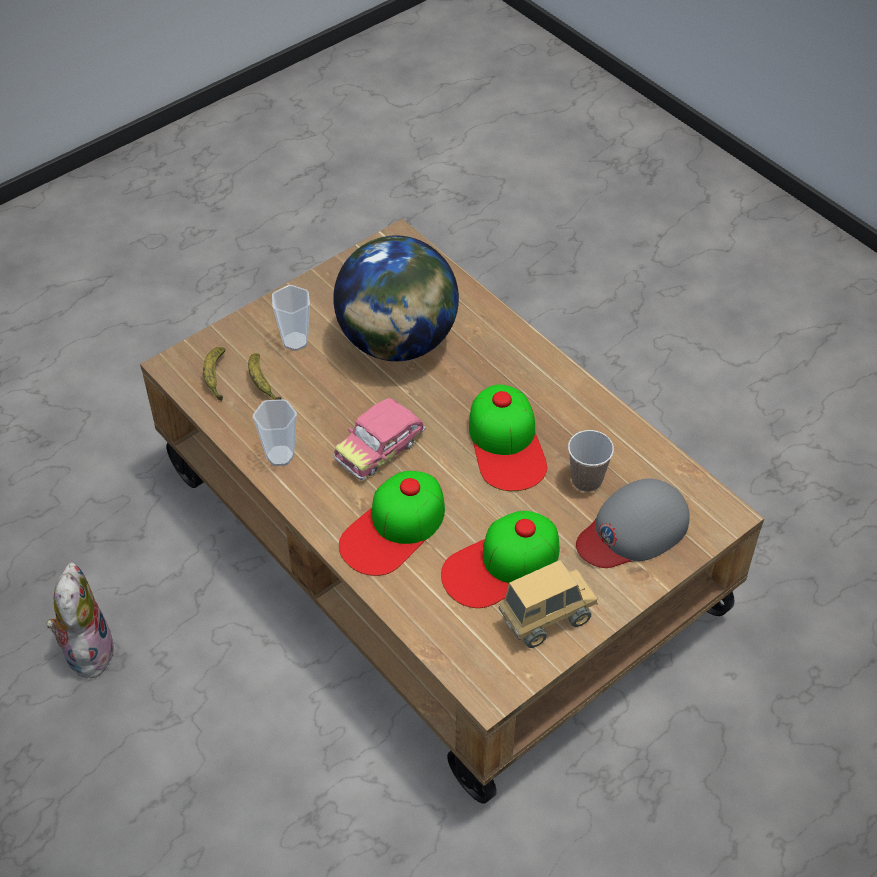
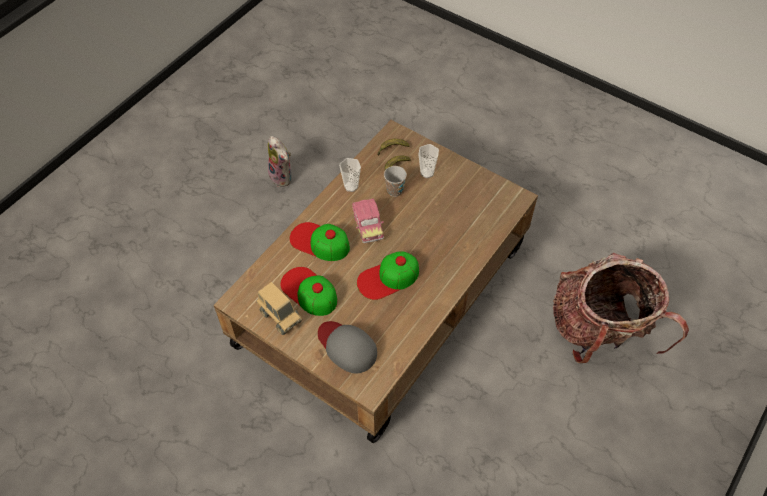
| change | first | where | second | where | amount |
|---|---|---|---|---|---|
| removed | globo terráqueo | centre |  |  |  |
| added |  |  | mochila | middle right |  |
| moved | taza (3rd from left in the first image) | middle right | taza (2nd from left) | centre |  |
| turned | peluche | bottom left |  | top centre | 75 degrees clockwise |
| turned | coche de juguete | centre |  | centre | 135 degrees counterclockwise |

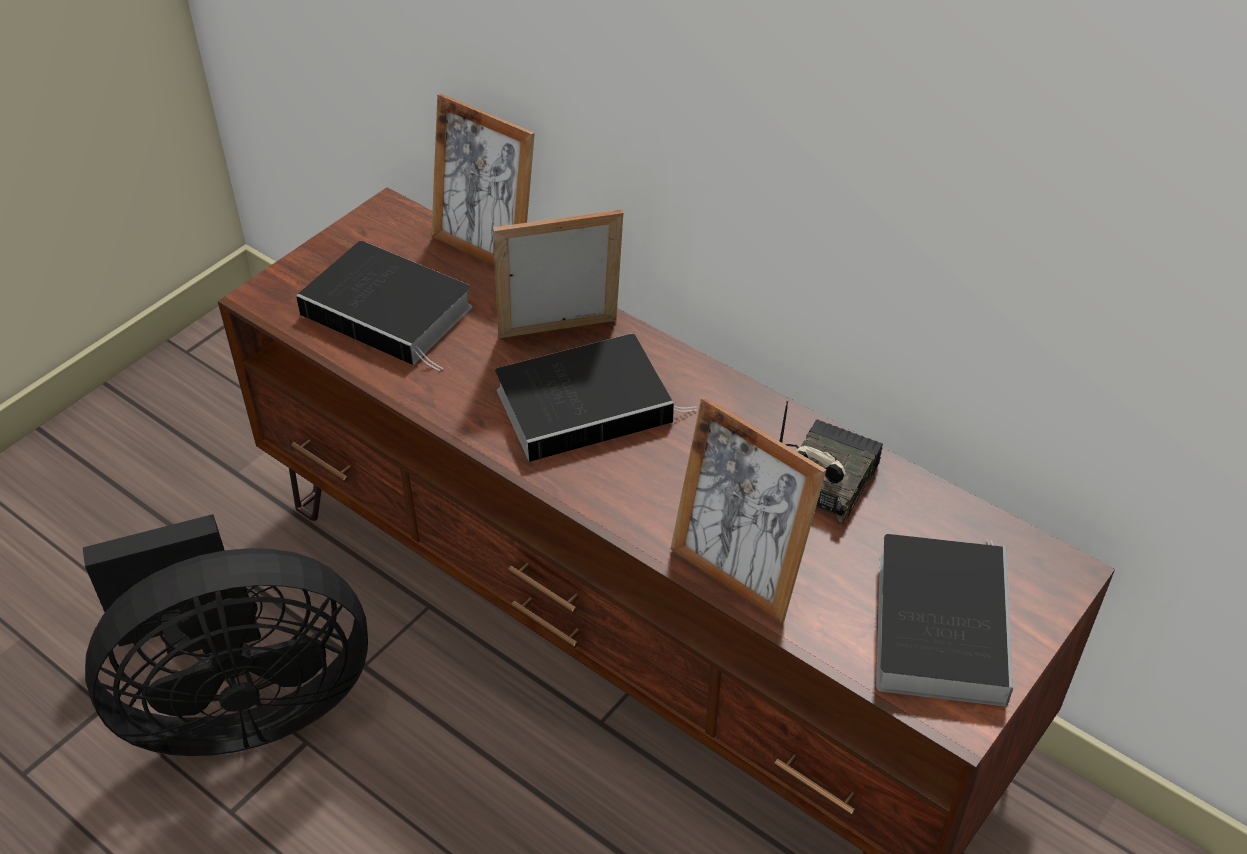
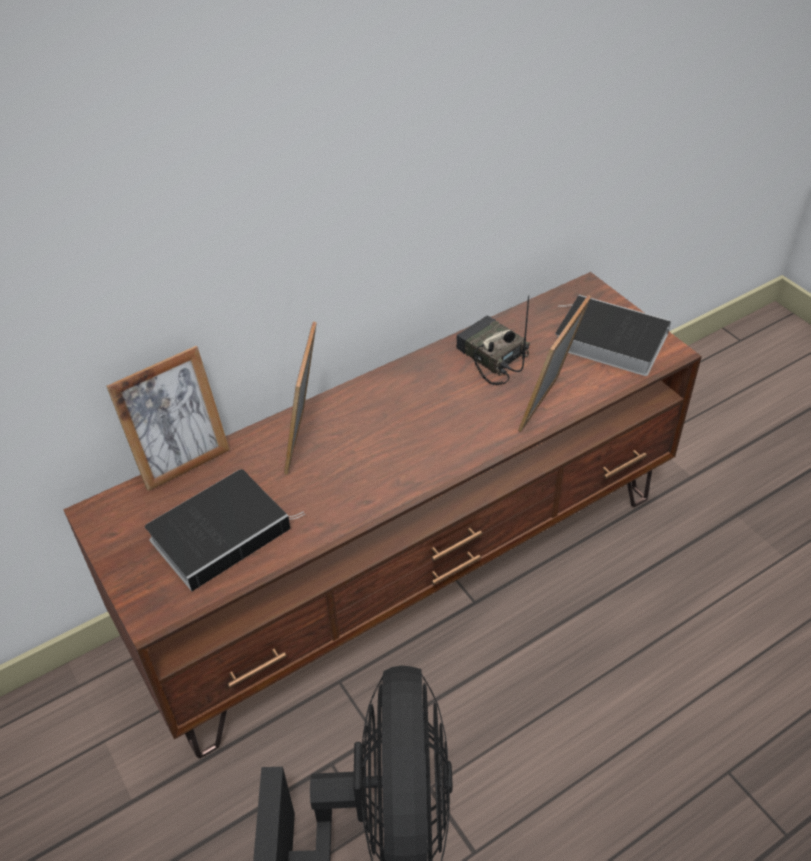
| change | first | where | second | where | amount |
|---|---|---|---|---|---|
| removed | libro (2nd from left) | centre |  |  |  |
| turned | portarretratos (3rd from left) | centre |  | middle right | 150 degrees clockwise |

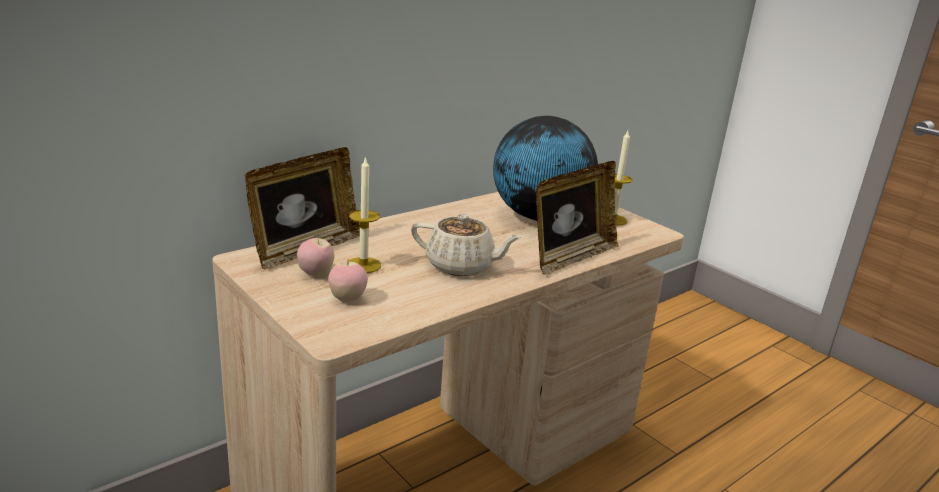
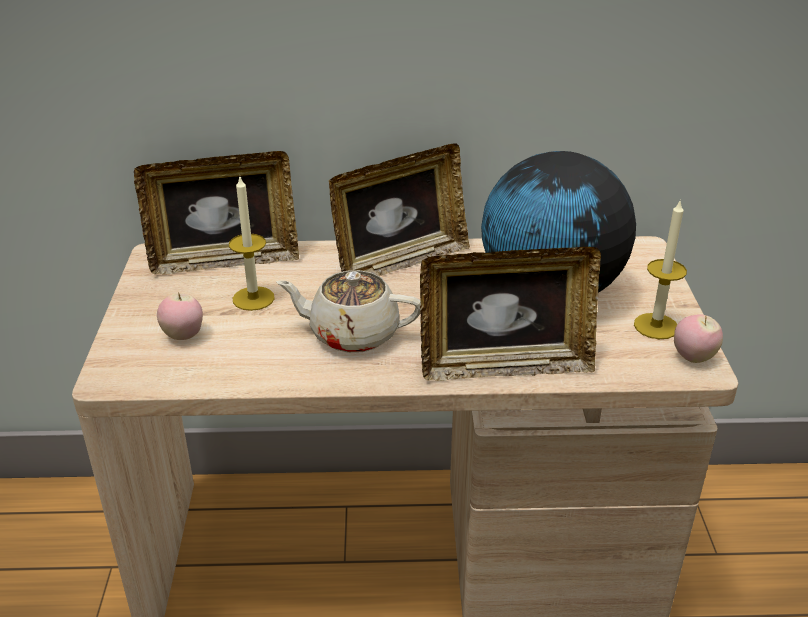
| change | first | where | second | where | amount |
|---|---|---|---|---|---|
| added |  |  | portarretratos (2nd from left) | centre |  |
| moved | manzana (1st from left in the first image) | centre | manzana (2nd from left) | middle right |  |
| turned | tetera (beis) | centre |  | centre | 135 degrees clockwise |

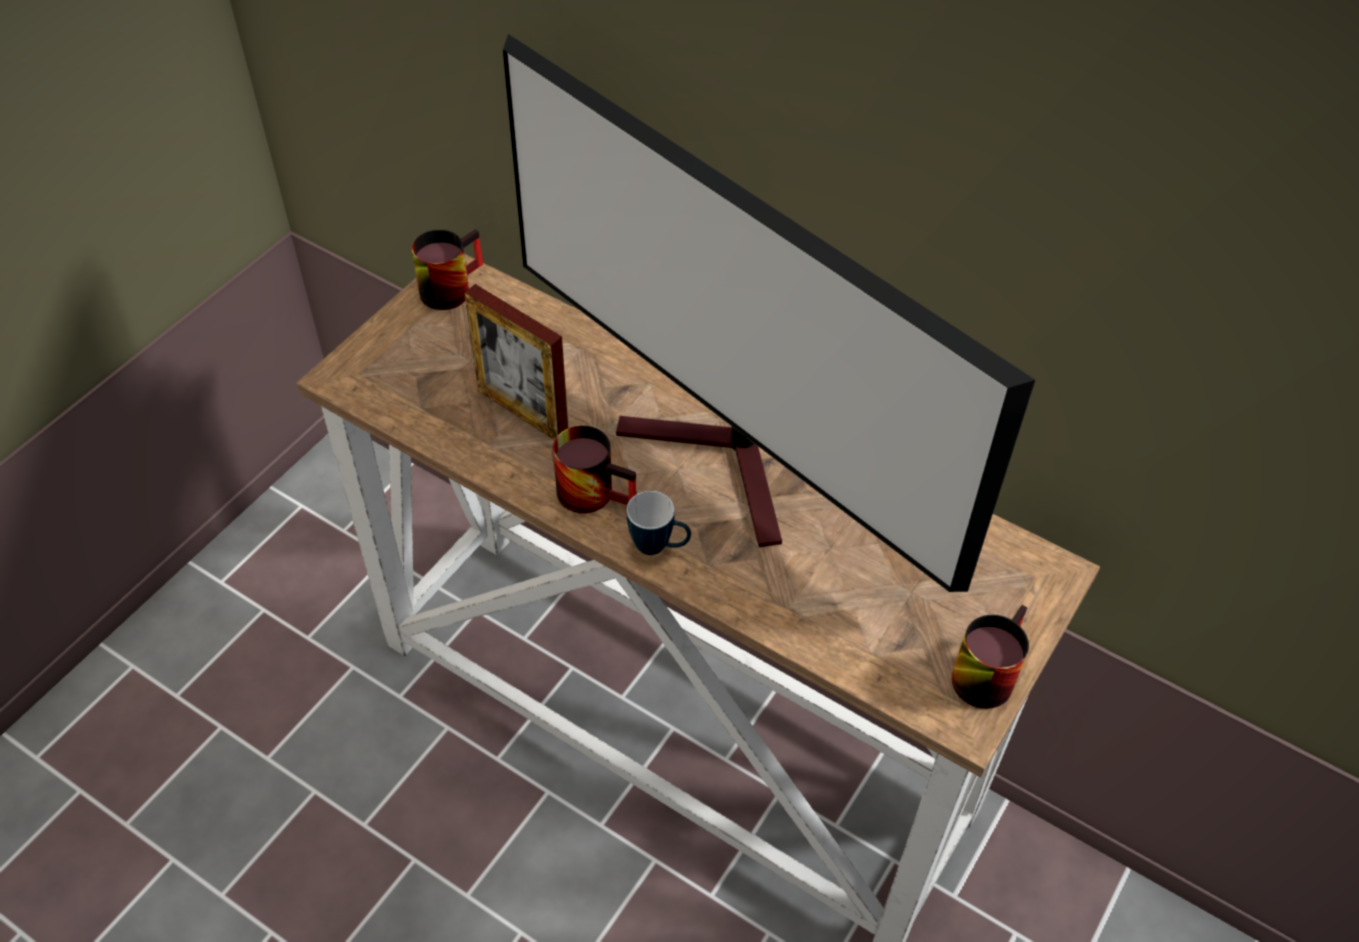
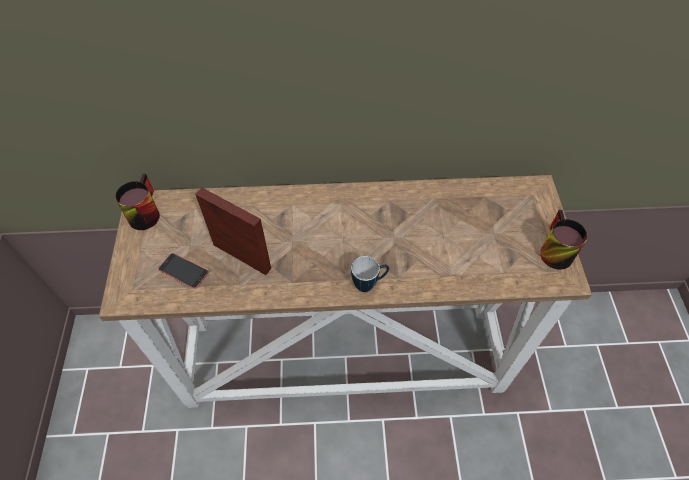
| change | first | where | second | where | amount |
|---|---|---|---|---|---|
| removed | televisor | top centre |  |  |  |
| removed | taza grande (2nd from left) | centre |  |  |  |
| added |  |  | móvil | middle left |  |
| turned | portarretratos | centre |  | centre | 150 degrees counterclockwise |

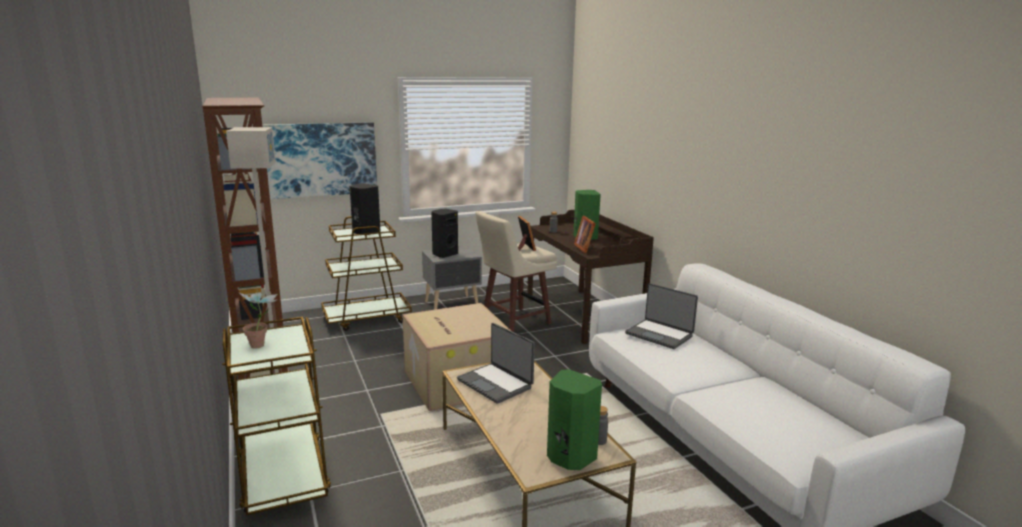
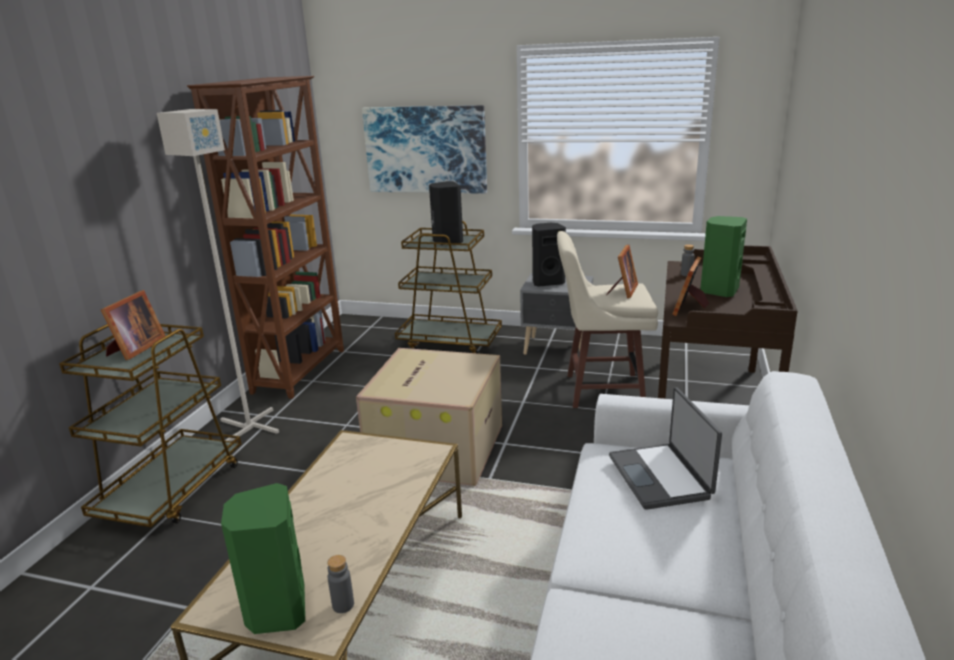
| change | first | where | second | where | amount |
|---|---|---|---|---|---|
| removed | portátil (1st from left) | bottom centre |  |  |  |
| replaced | planta en maceta | middle left | portarretratos (1st from left) | middle left |  |

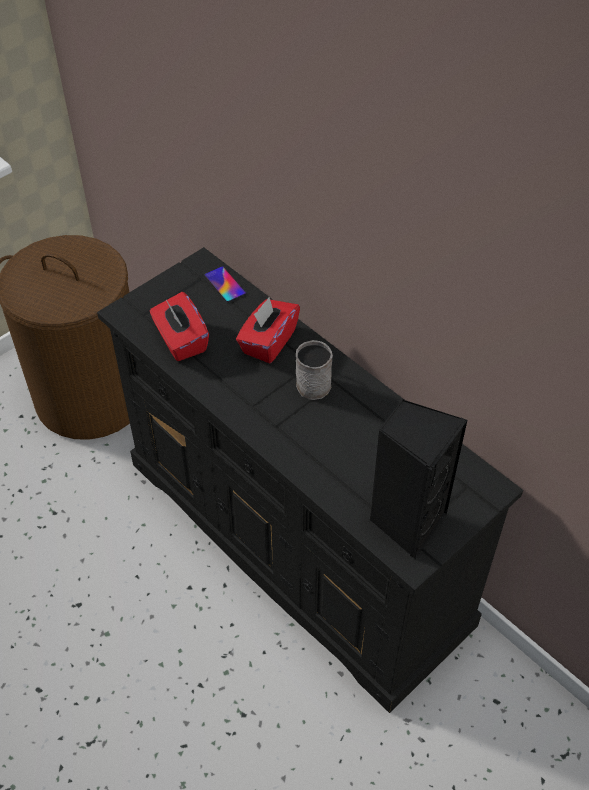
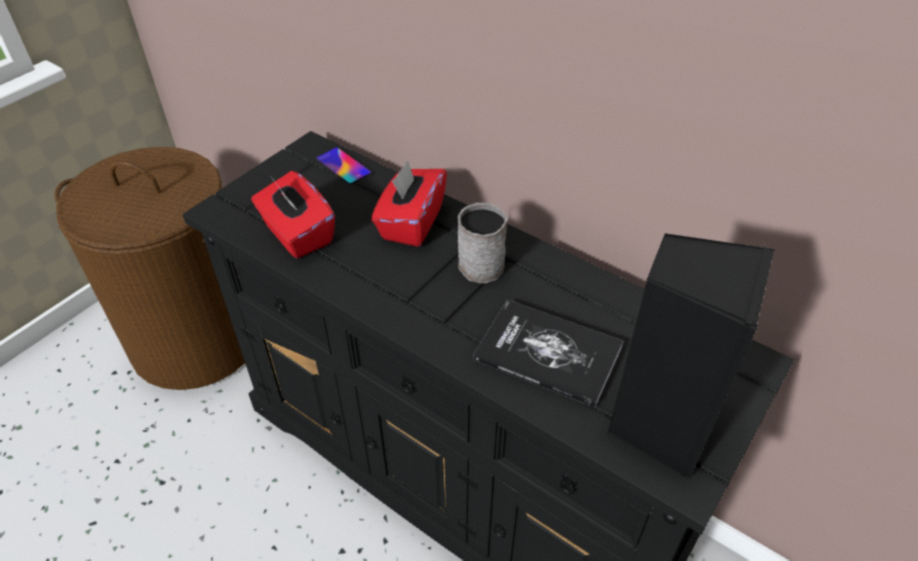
| change | first | where | second | where | amount |
|---|---|---|---|---|---|
| added |  |  | libro | centre |  |

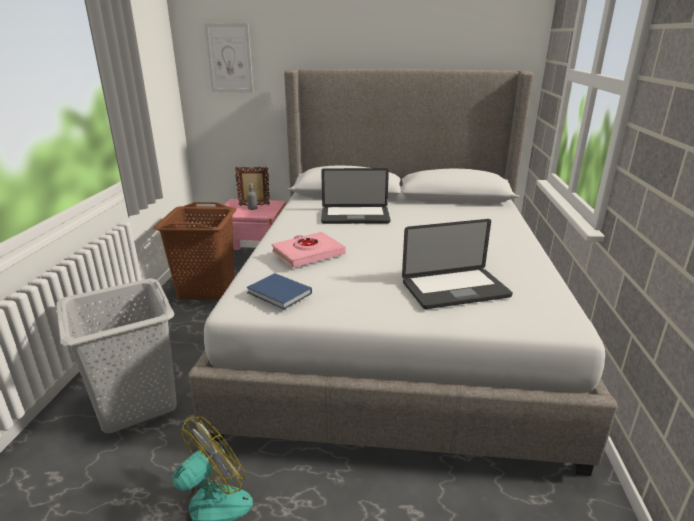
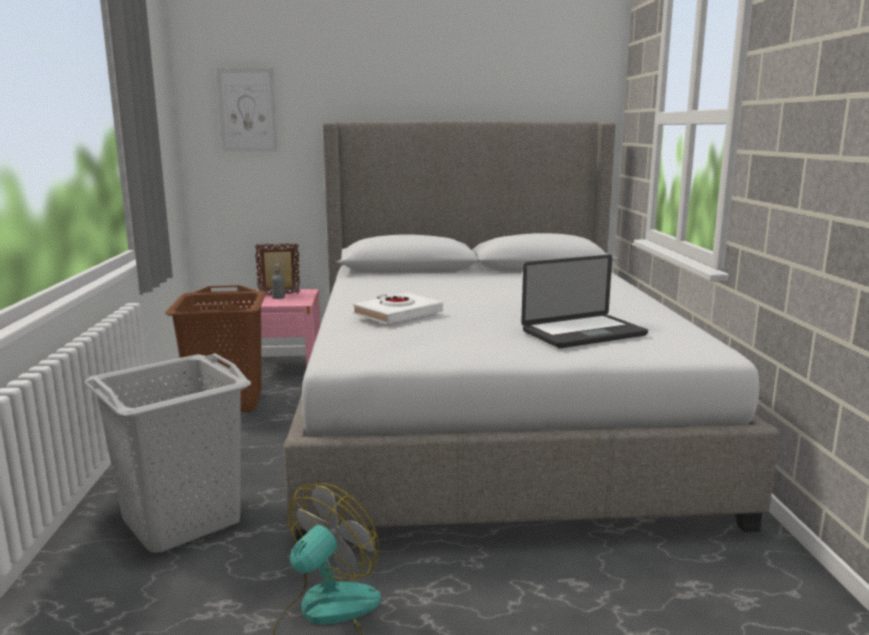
| change | first | where | second | where | amount |
|---|---|---|---|---|---|
| removed | libro (azul) | centre |  |  |  |
| removed | portátil (1st from left) | centre |  |  |  |
| recoloured | libro (rosa) | centre | libro (blanco) | centre |  |

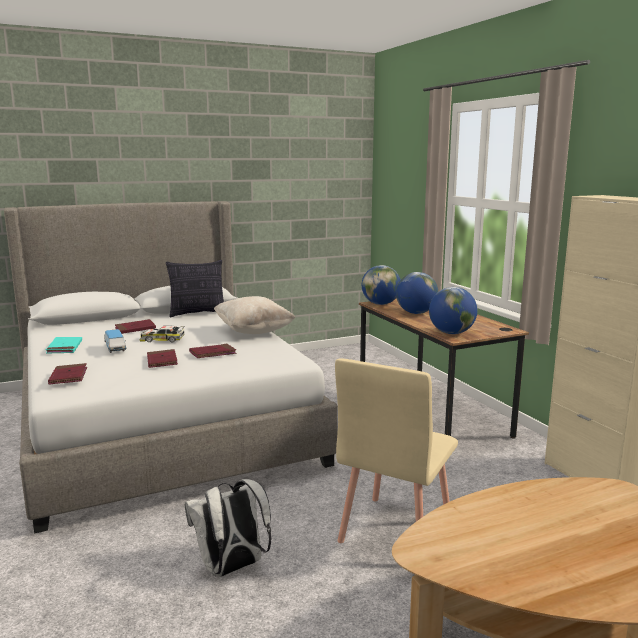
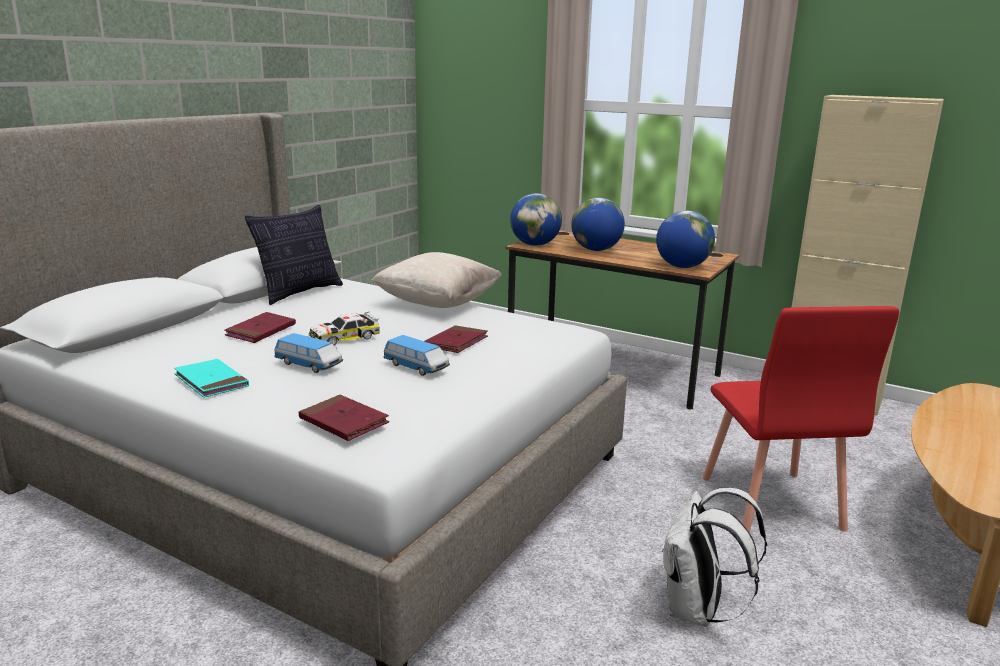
| change | first | where | second | where | amount |
|---|---|---|---|---|---|
| replaced | libro (rojo) (3rd from left) | middle left | coche de juguete (3rd from left) | centre |  |
| recoloured | silla (beis) | bottom centre | silla (rojo) | middle right |  |

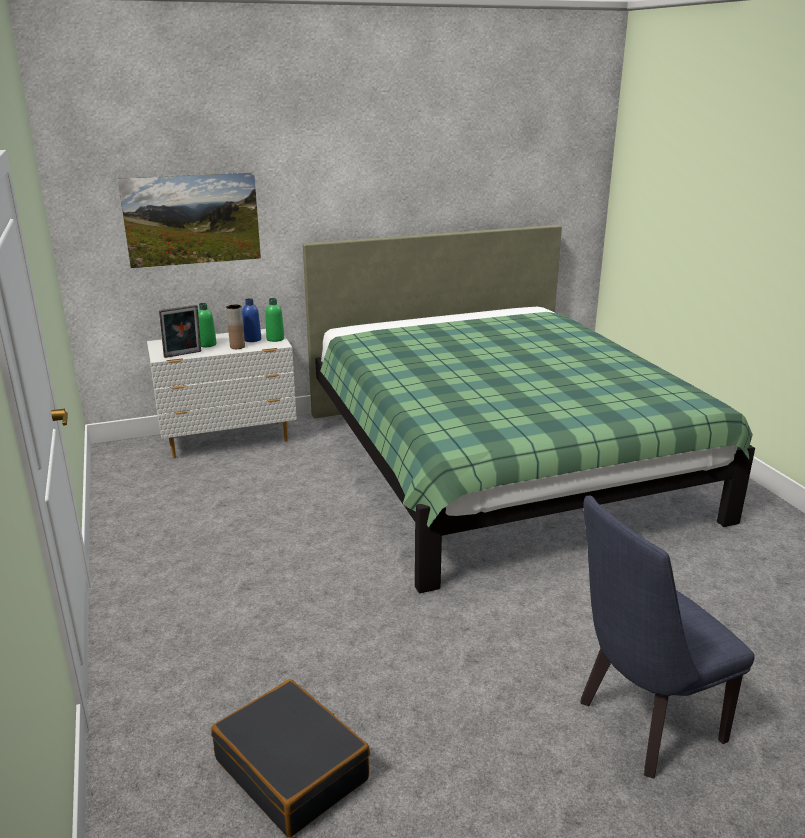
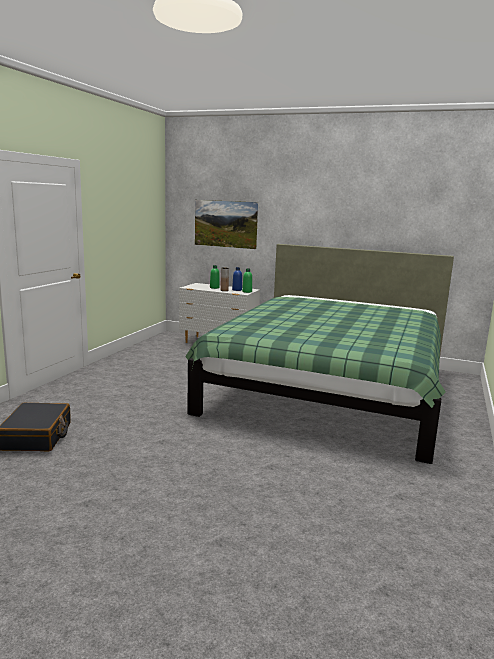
| change | first | where | second | where | amount |
|---|---|---|---|---|---|
| removed | portarretratos | middle left |  |  |  |
| removed | silla (azul) | bottom right |  |  |  |

